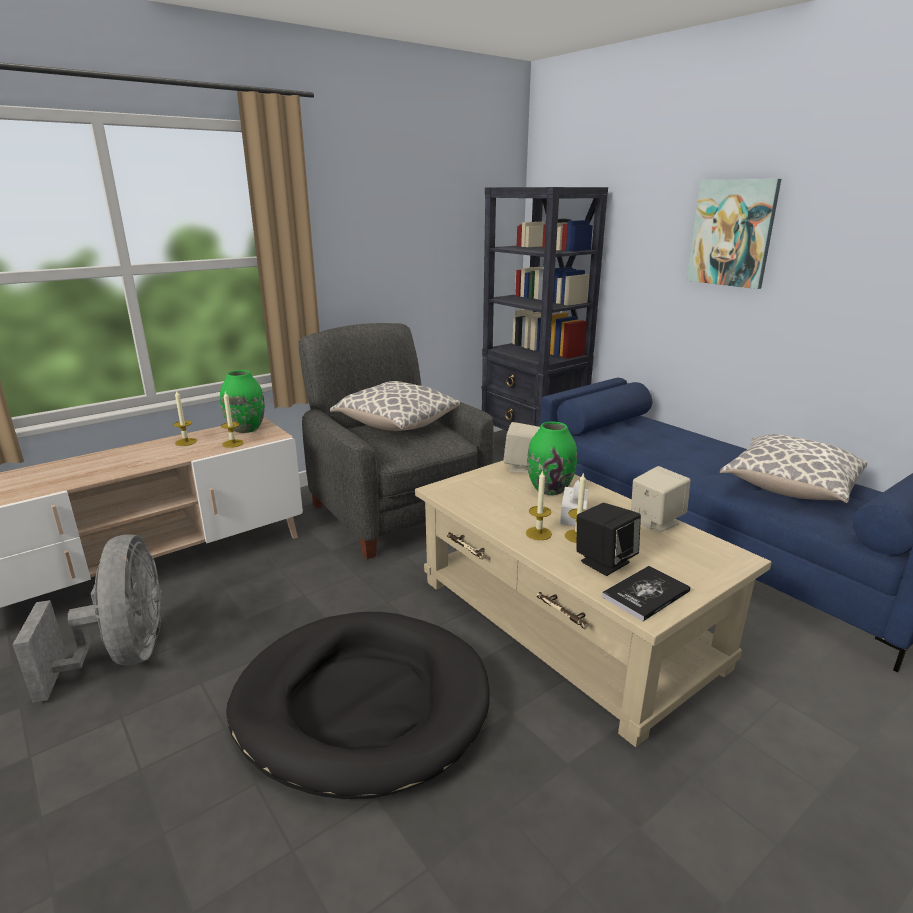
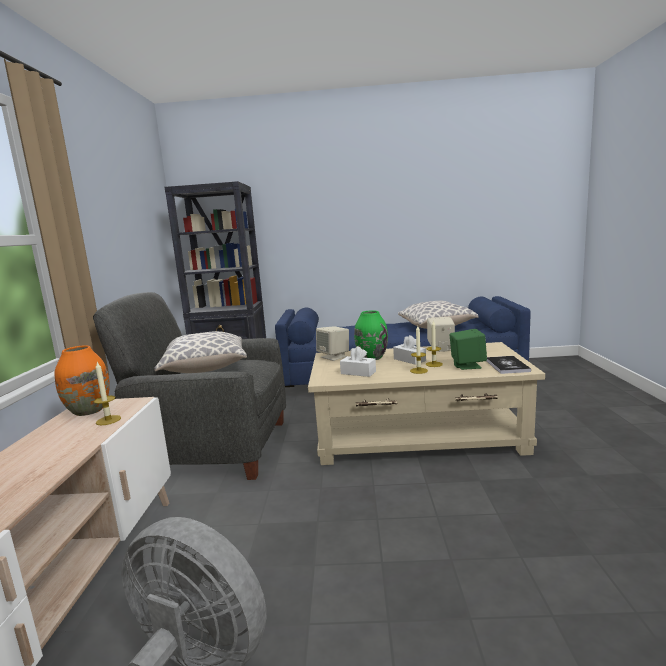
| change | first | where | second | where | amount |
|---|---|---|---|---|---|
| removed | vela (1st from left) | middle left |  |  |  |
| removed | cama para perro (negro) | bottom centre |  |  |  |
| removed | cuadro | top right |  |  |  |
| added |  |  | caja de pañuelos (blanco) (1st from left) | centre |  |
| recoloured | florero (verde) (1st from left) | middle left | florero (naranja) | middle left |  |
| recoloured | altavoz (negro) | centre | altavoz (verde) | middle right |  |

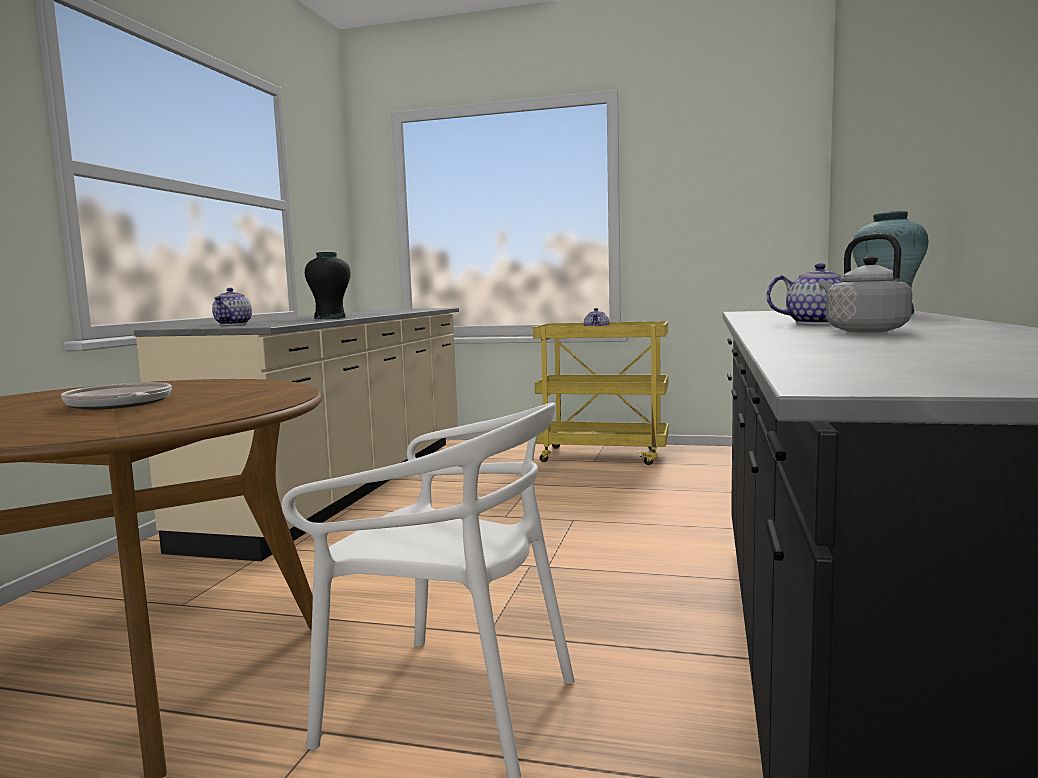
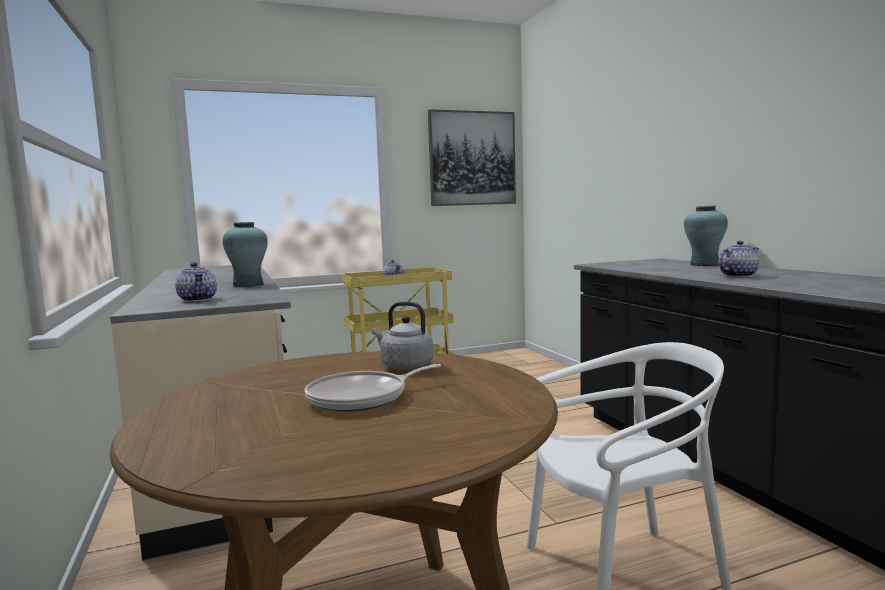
| change | first | where | second | where | amount |
|---|---|---|---|---|---|
| added |  |  | cuadro | top centre |  |
| moved | hervidor (gris) | middle right |  | centre |  |
| recoloured | florero (negro) | middle left | florero (turquesa) (1st from left) | middle left |  |
| turned | sartén | middle left |  | centre | 45 degrees counterclockwise |

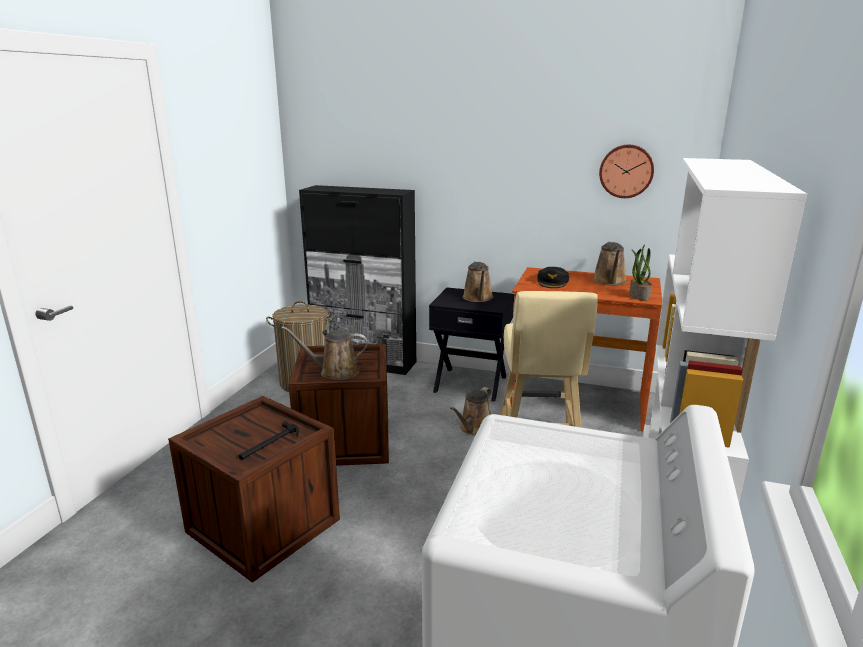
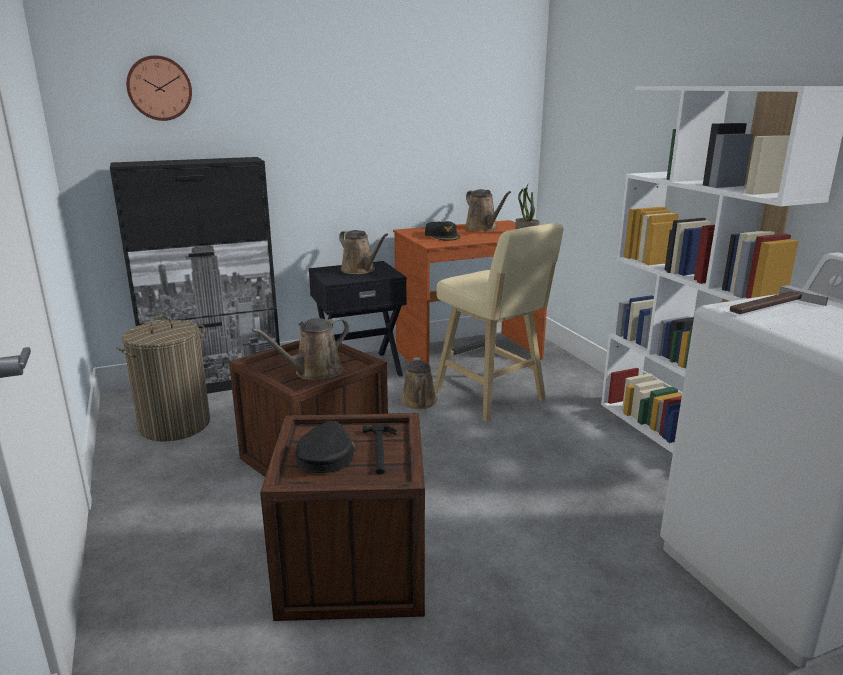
| change | first | where | second | where | amount |
|---|---|---|---|---|---|
| added |  |  | gorra (negro) (1st from left) | centre |  |
| added |  |  | martillo (2nd from left) | middle right |  |
| moved | reloj de pared | top right |  | top left |  |

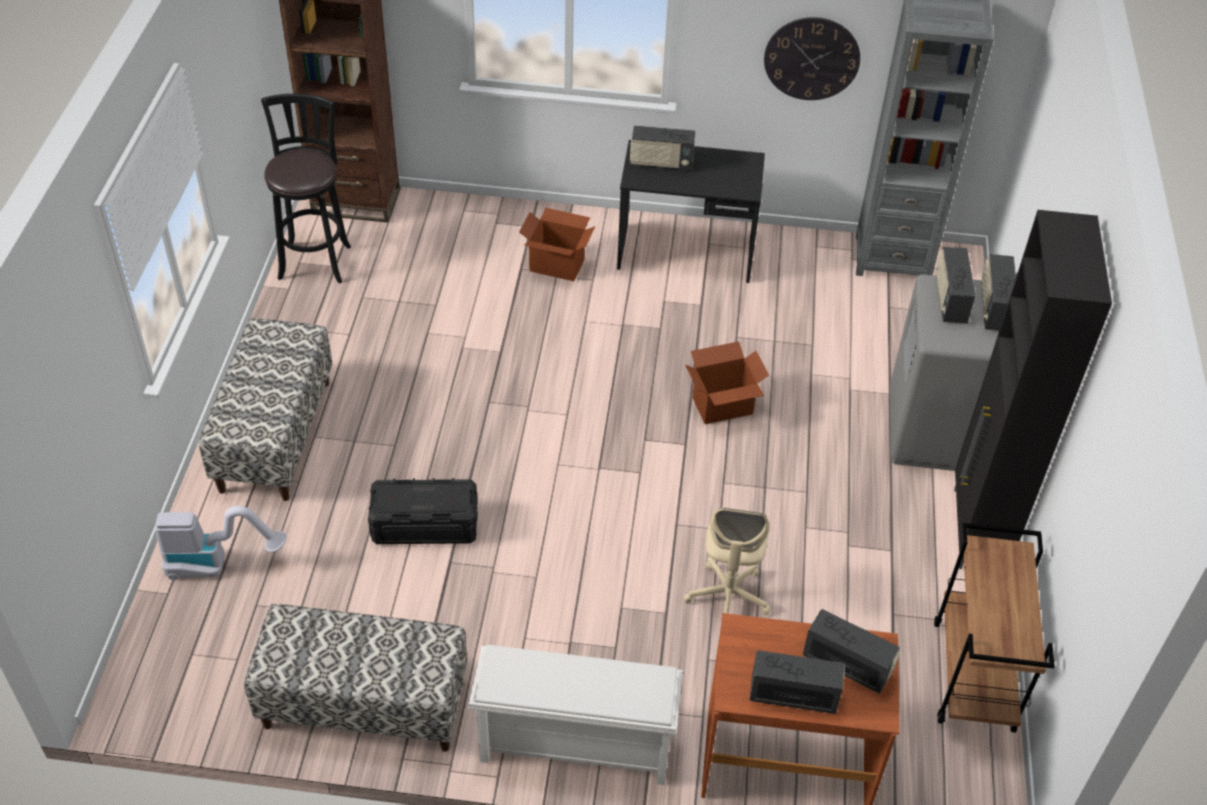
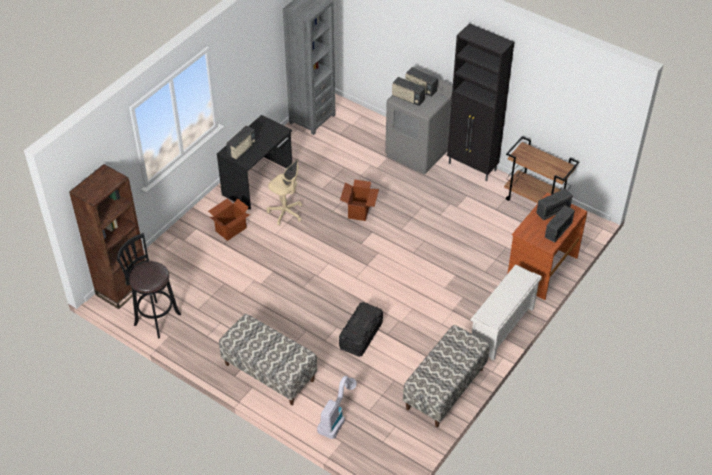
| change | first | where | second | where | amount |
|---|---|---|---|---|---|
| removed | reloj de pared | top right |  |  |  |
| moved | silla de oficina (beis) | bottom centre |  | centre |  |

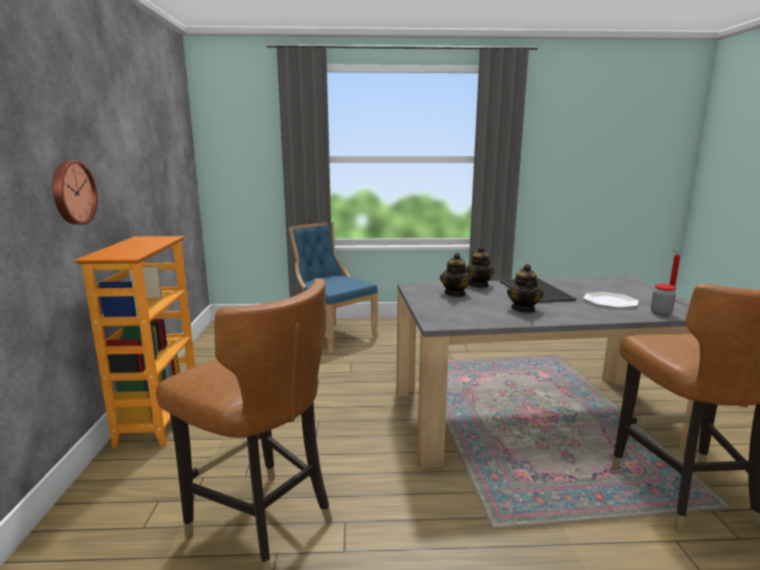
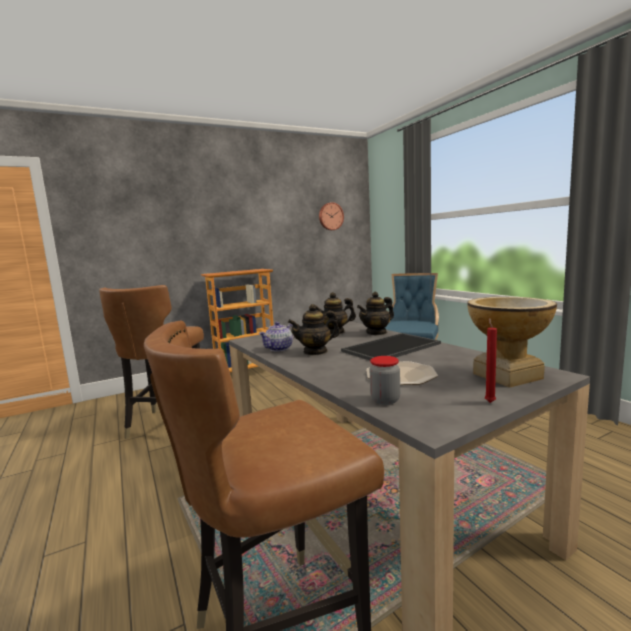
| change | first | where | second | where | amount |
|---|---|---|---|---|---|
| added |  |  | tetera (1st from left) | centre |  |
| added |  |  | florero | middle right |  |
| moved | reloj de pared | middle left |  | centre |  |

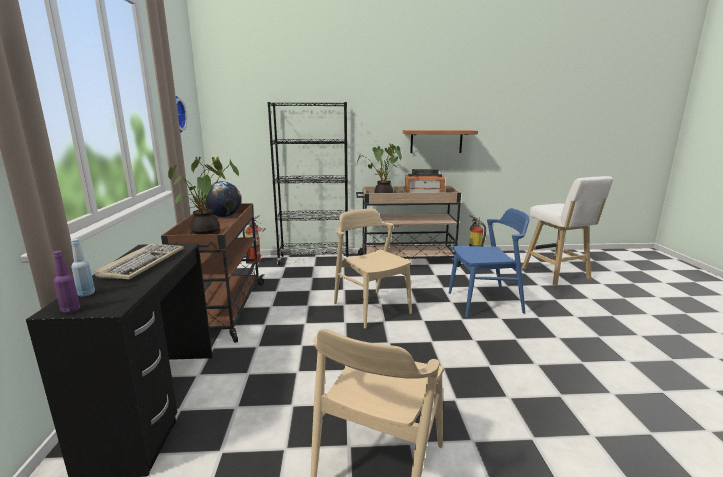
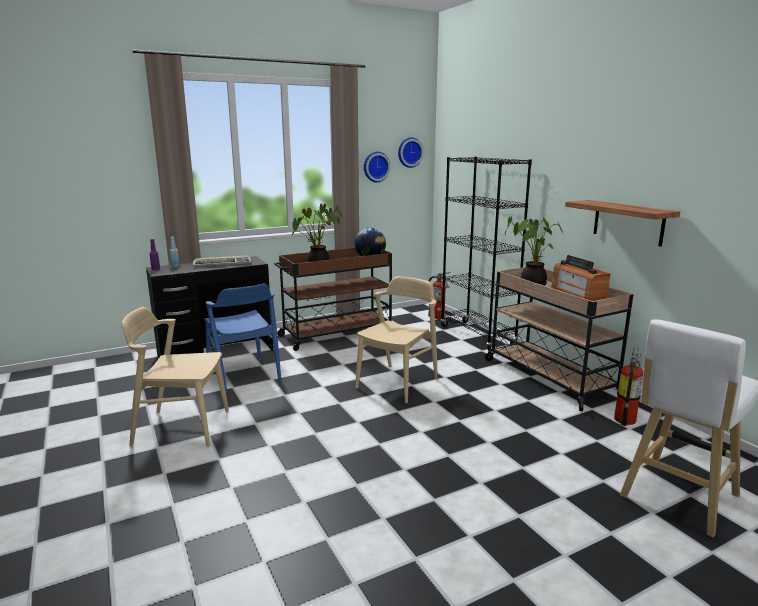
| change | first | where | second | where | amount |
|---|---|---|---|---|---|
| added |  |  | reloj de pared (2nd from left) | top centre |  |
| moved | silla (azul) | middle right |  | middle left |  |

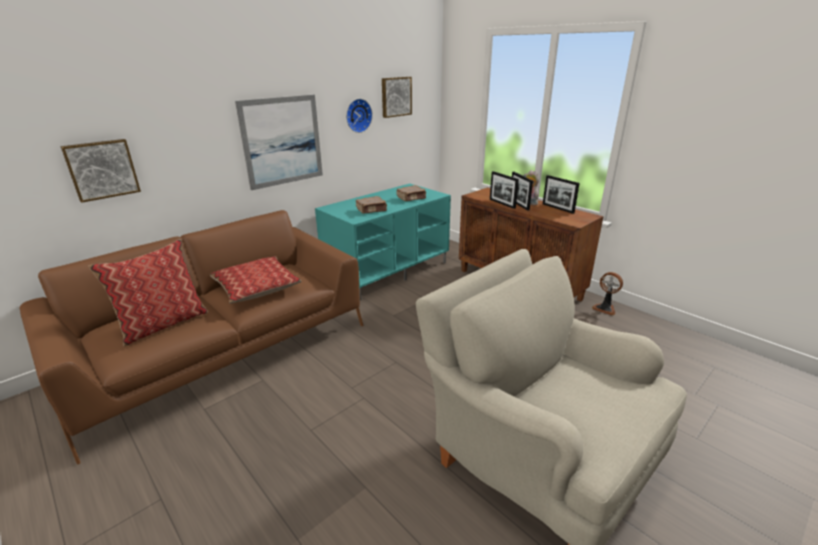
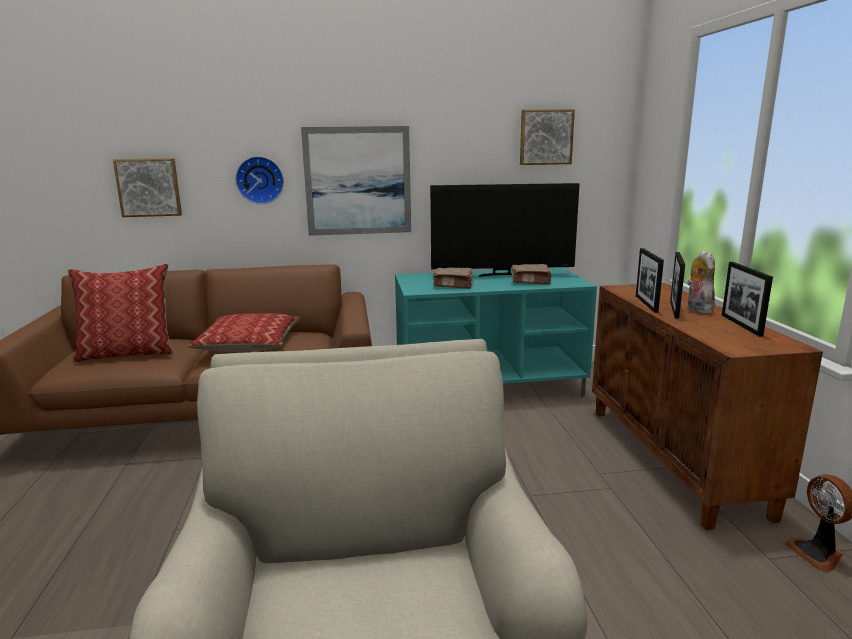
| change | first | where | second | where | amount |
|---|---|---|---|---|---|
| added |  |  | televisor | centre |  |
| moved | reloj de pared | top centre |  | top left |  |

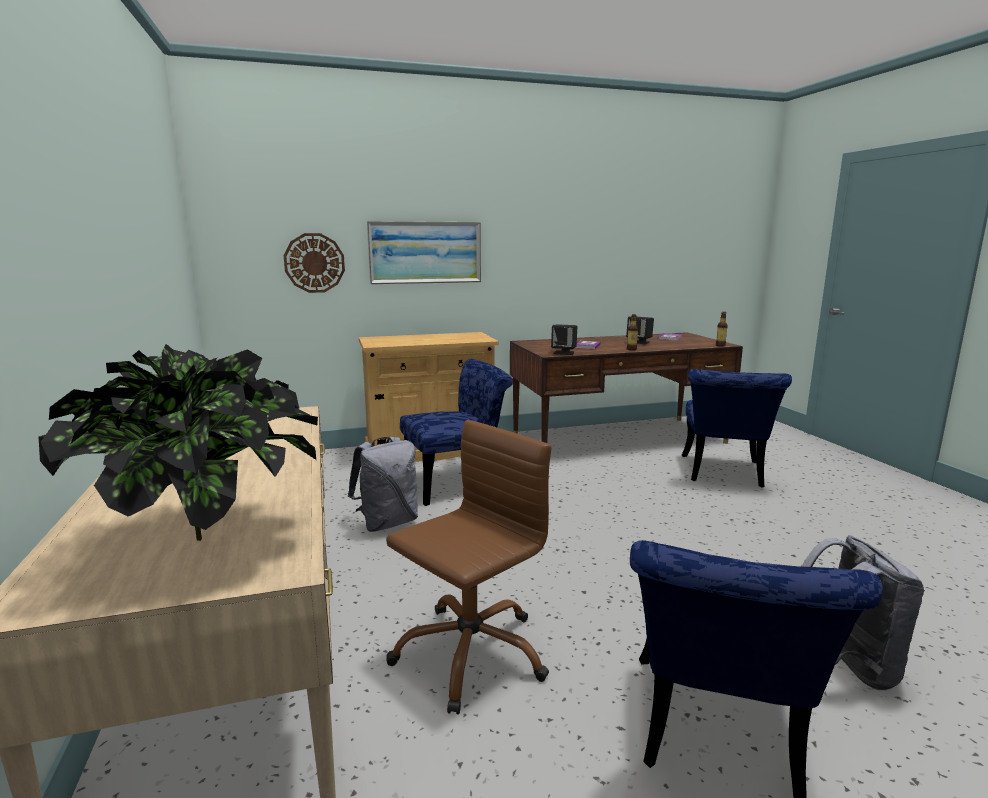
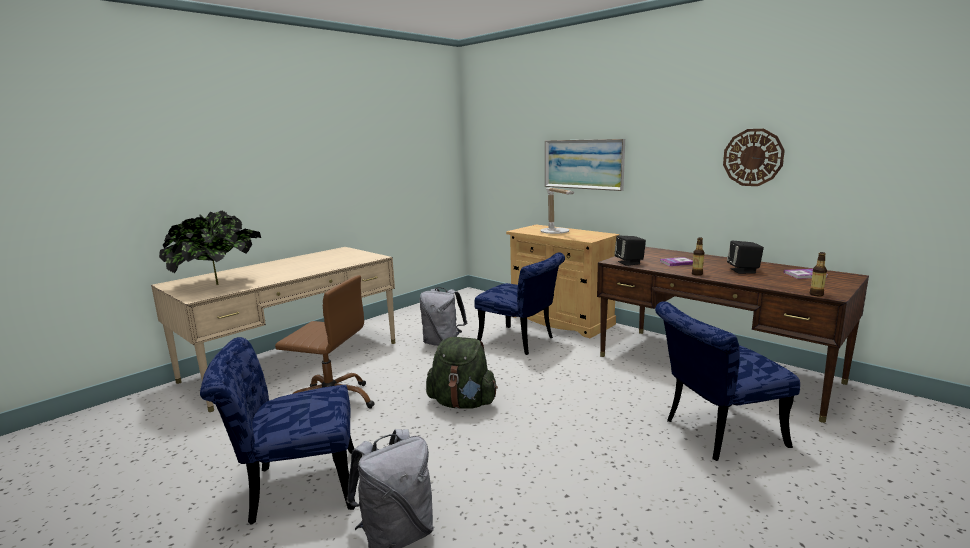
| change | first | where | second | where | amount |
|---|---|---|---|---|---|
| added |  |  | mochila (verde) | bottom centre |  |
| added |  |  | lámpara de mesa | centre |  |
| moved | reloj de pared | top left |  | top right |  |

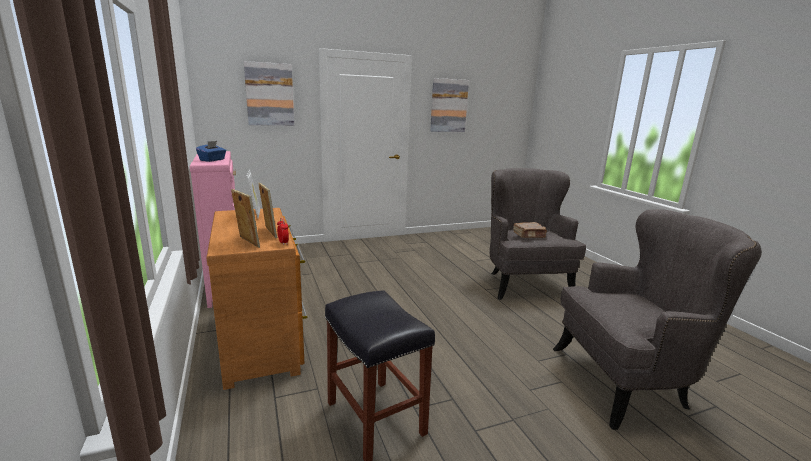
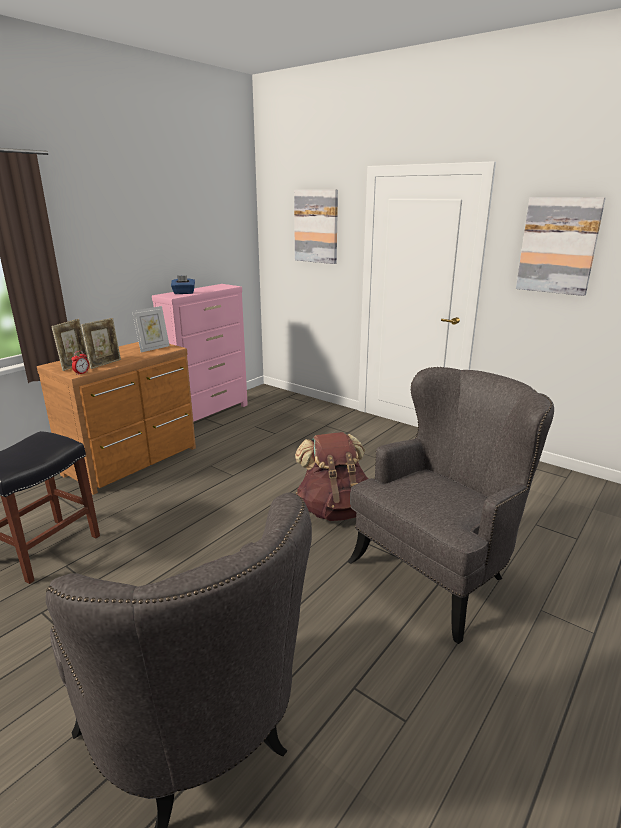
| change | first | where | second | where | amount |
|---|---|---|---|---|---|
| removed | libro (marrón) | centre |  |  |  |
| added |  |  | mochila (marrón) | centre |  |

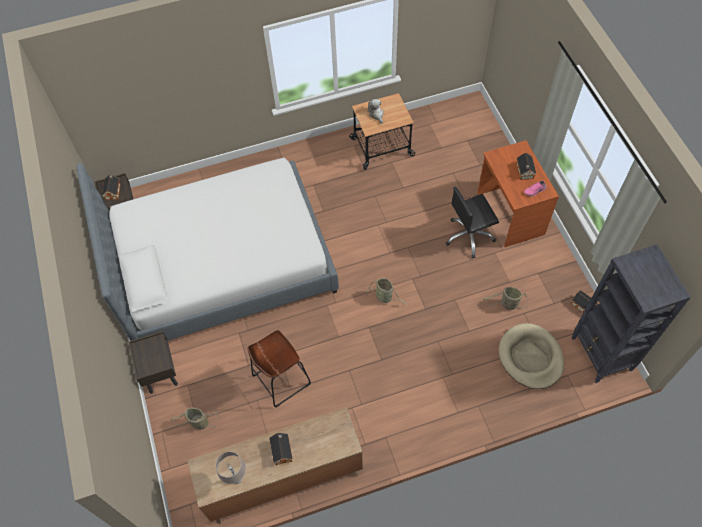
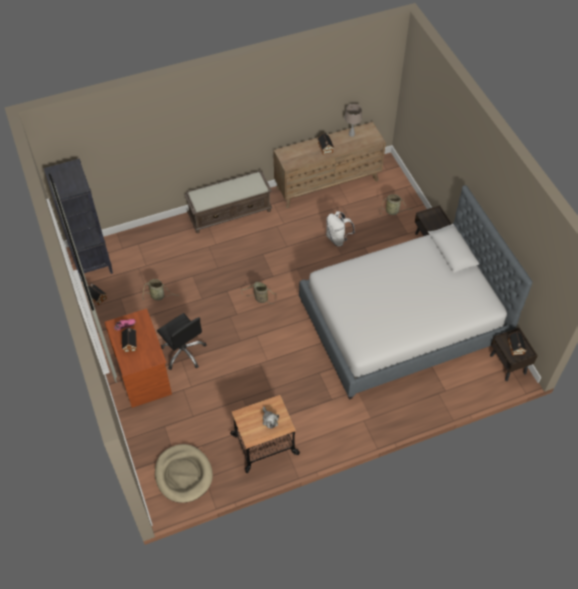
| change | first | where | second | where | amount |
|---|---|---|---|---|---|
| added |  |  | banco (marrón) | centre |  |
| moved | cama para perro (beis) | bottom right |  | bottom left |  |
| replaced | taburete (marrón) | bottom centre | mochila (blanco) | centre |  |
| turned | silla de oficina (negro) | middle right |  | middle left | 75 degrees clockwise |

